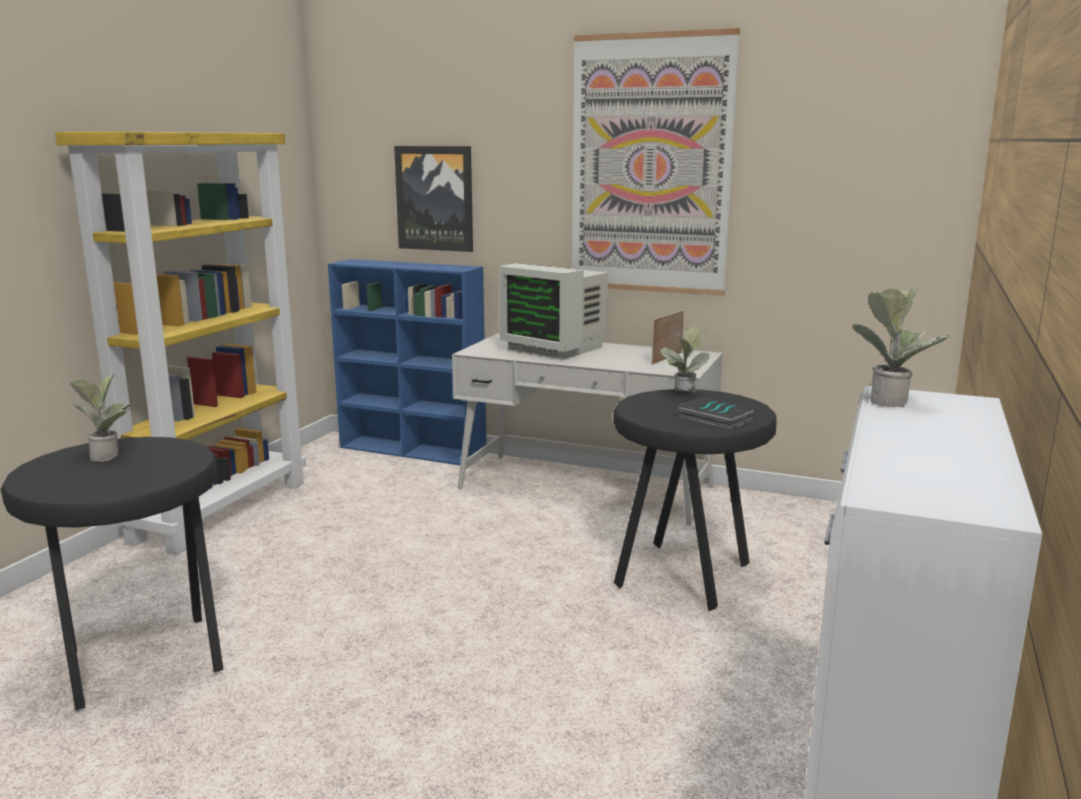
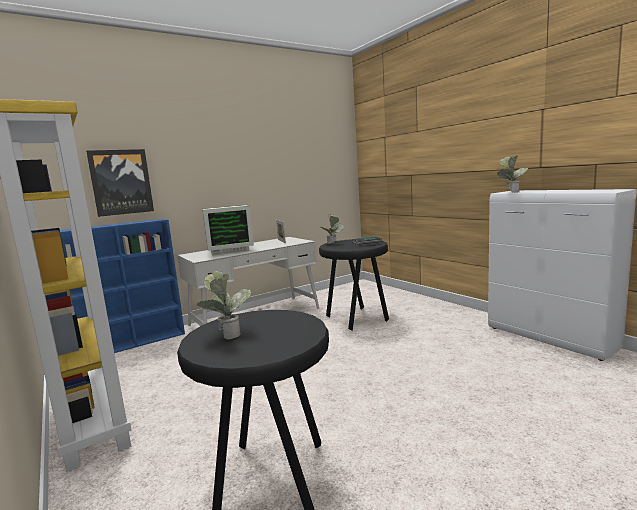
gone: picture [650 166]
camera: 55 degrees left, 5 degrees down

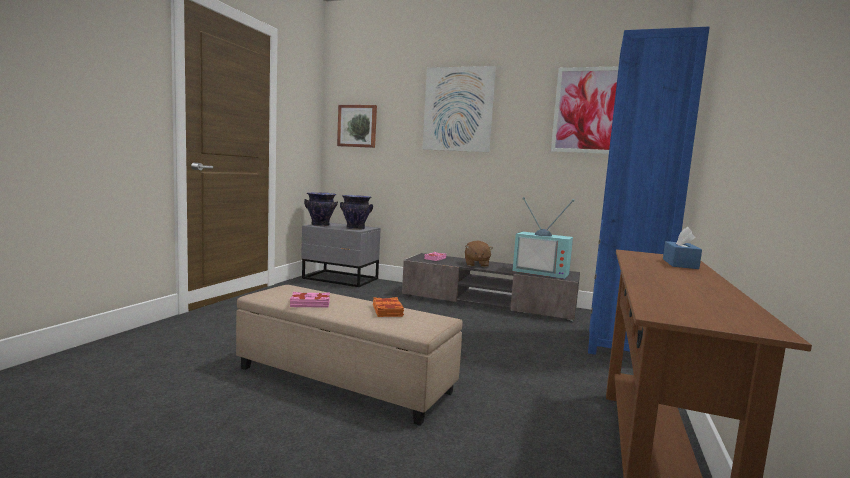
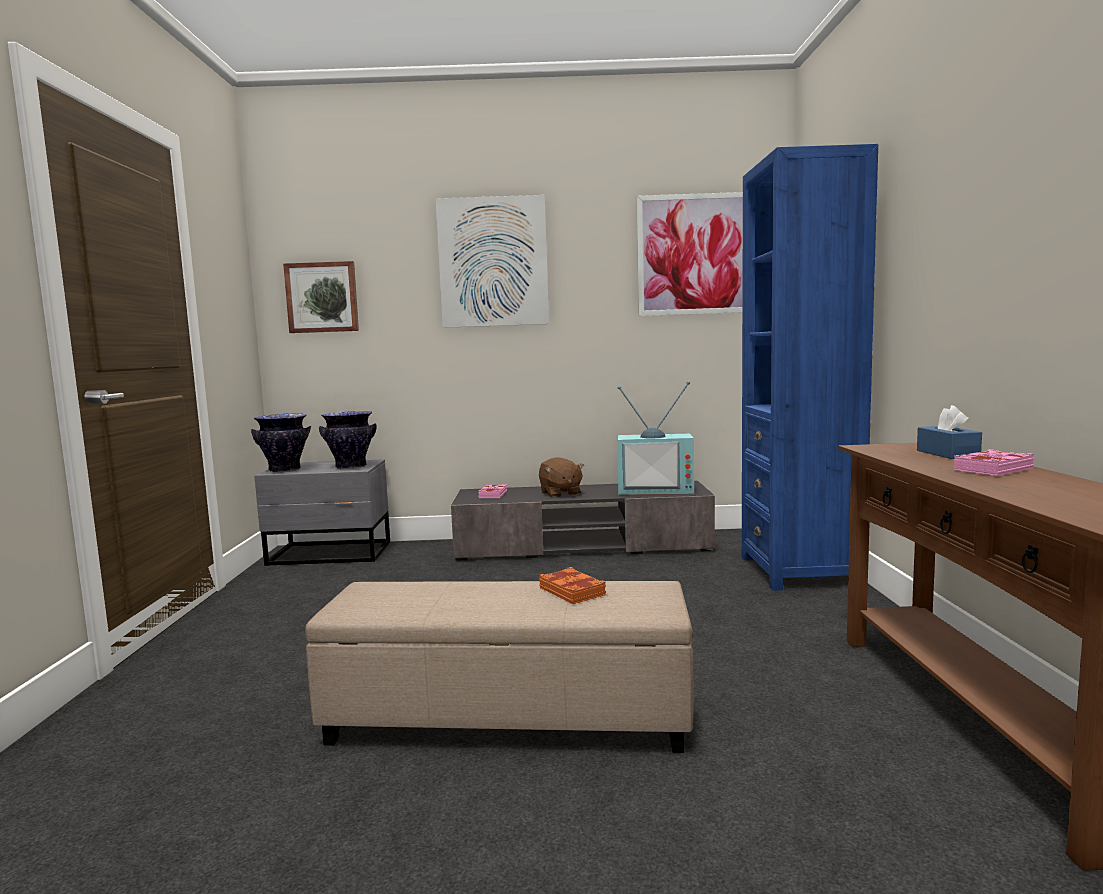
shifted: pink book [310 303] to [991 469]
camera: 20 degrees left, 0 degrees up

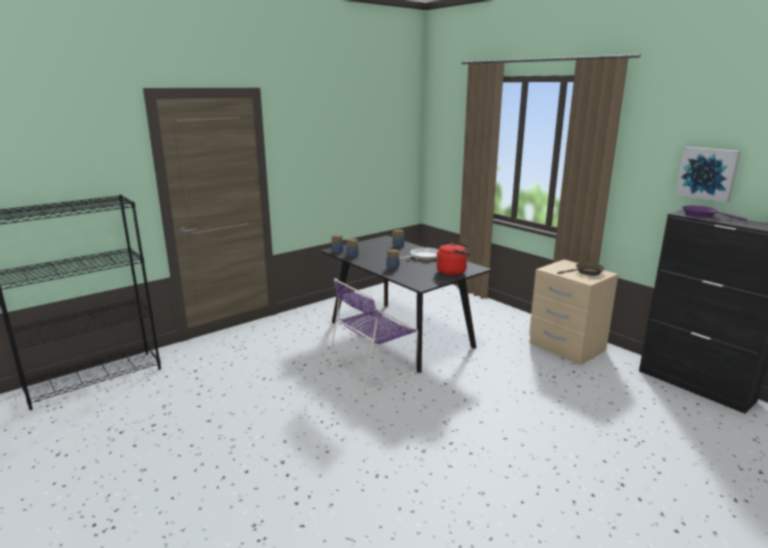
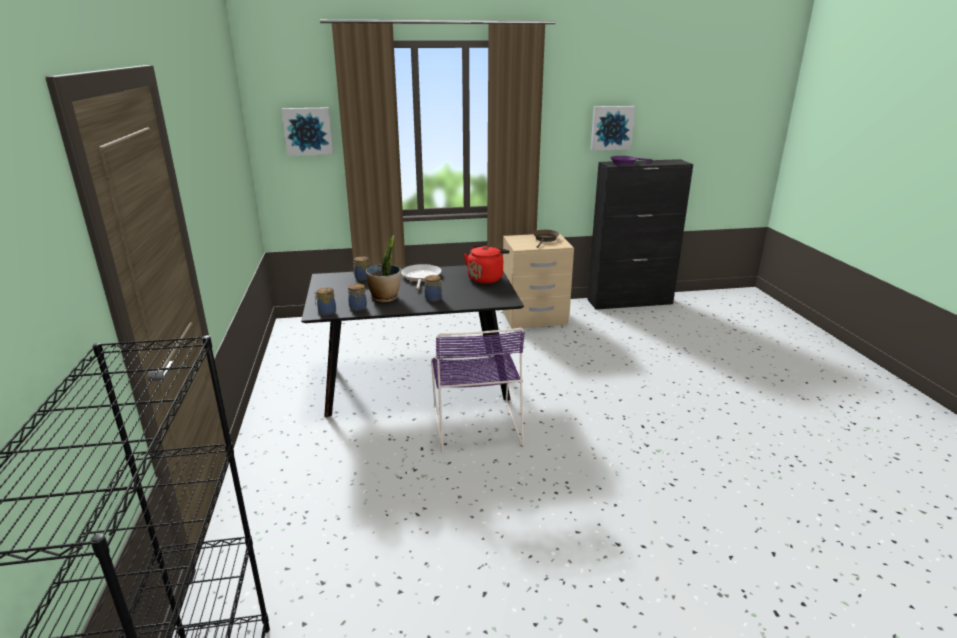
new: picture [308 131]; potted plant [385 298]
camera: 60 degrees left, 5 degrees up

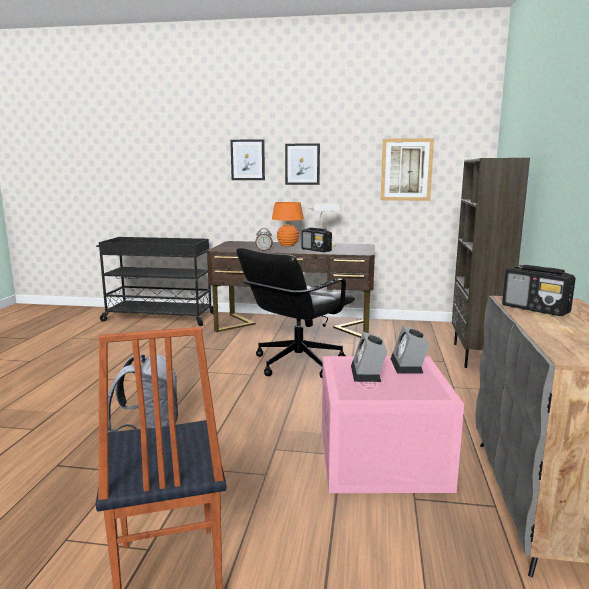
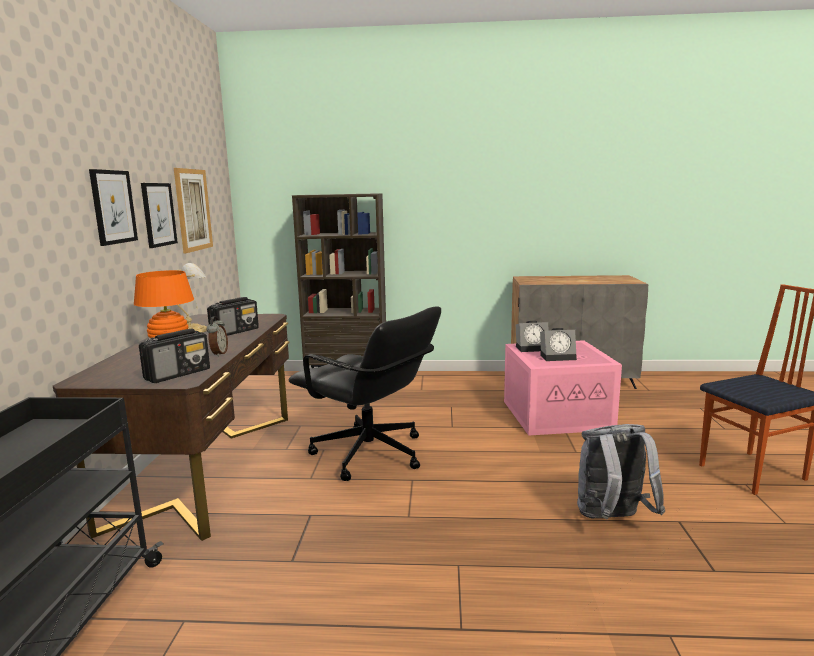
shifted: picture [248 160] to [158 214]; radio [536 309] to [178 374]
camera: 95 degrees left, 0 degrees up

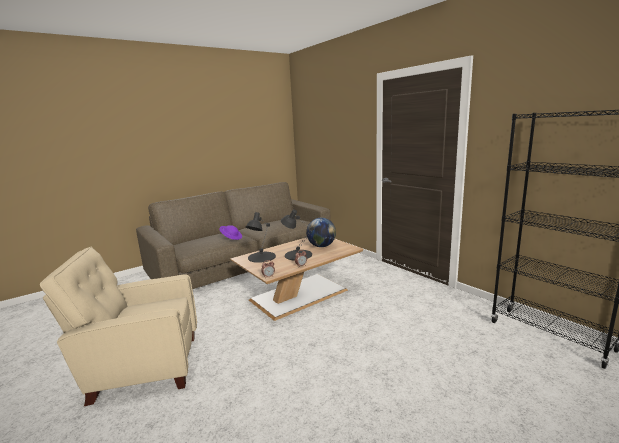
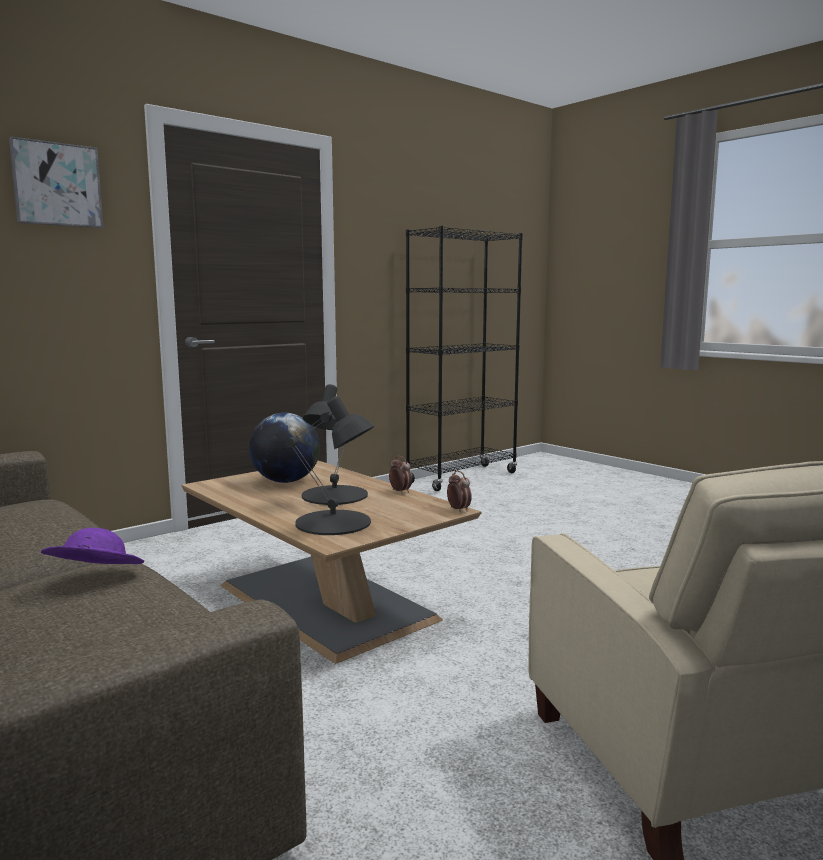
new: picture [56 185]
camera: 95 degrees left, 5 degrees down

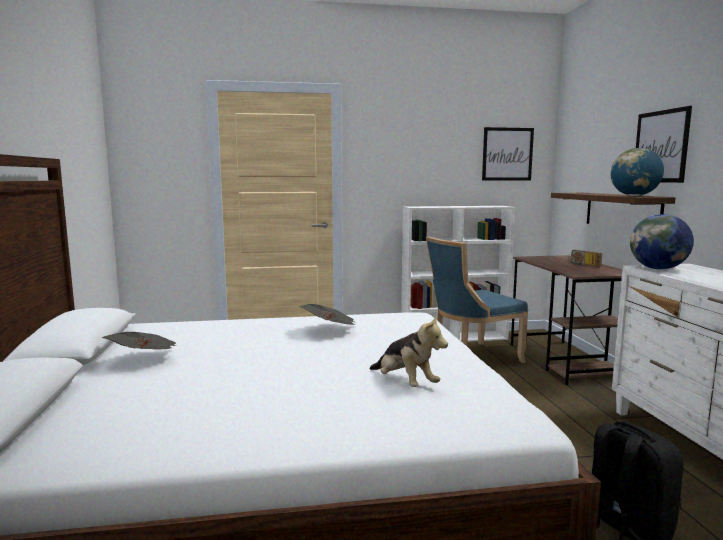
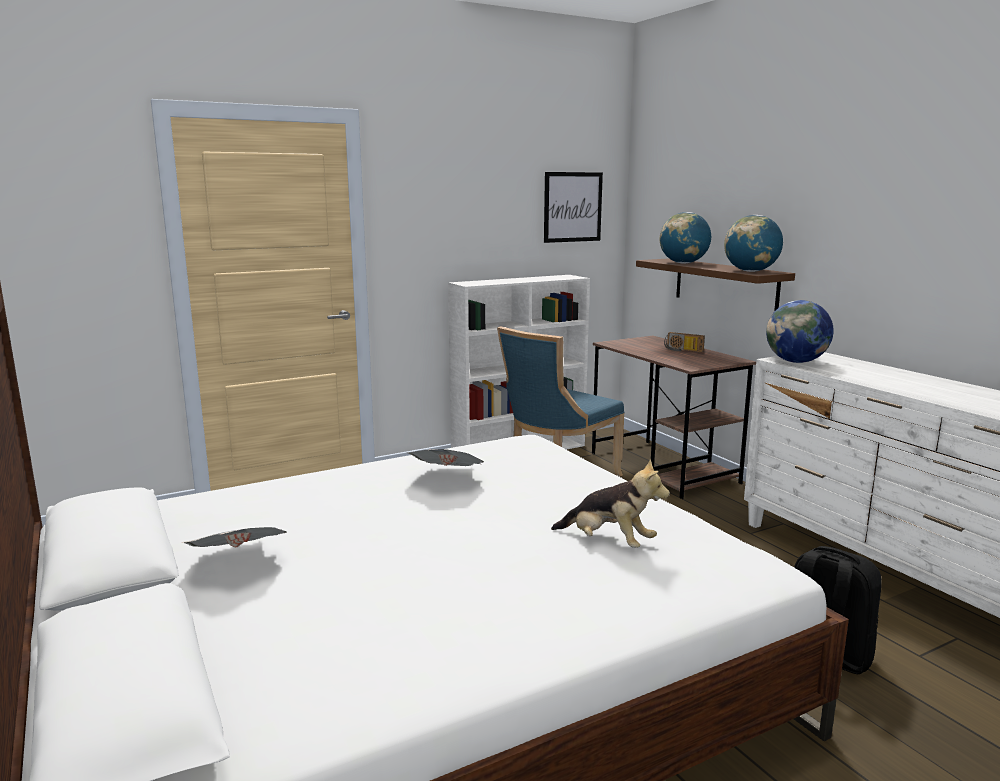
gone: picture [661 146]
new: globe [683 263]
camera: 20 degrees left, 5 degrees up

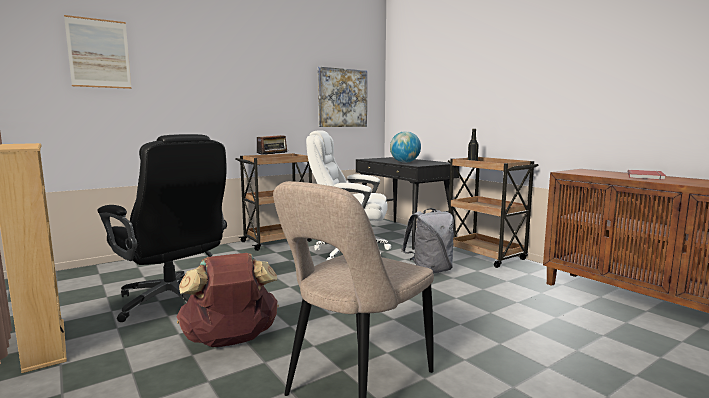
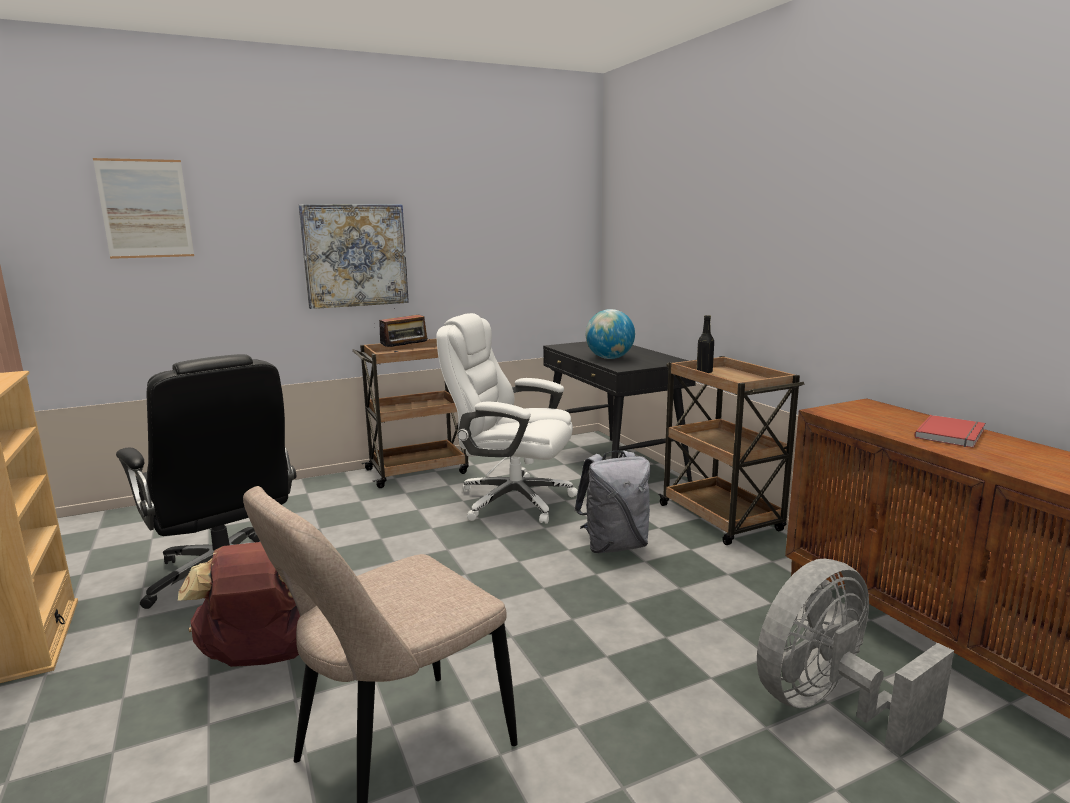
new: grey fan [829 706]
shifted: picture [342 98] to [355 255]
camera: 10 degrees right, 5 degrees up

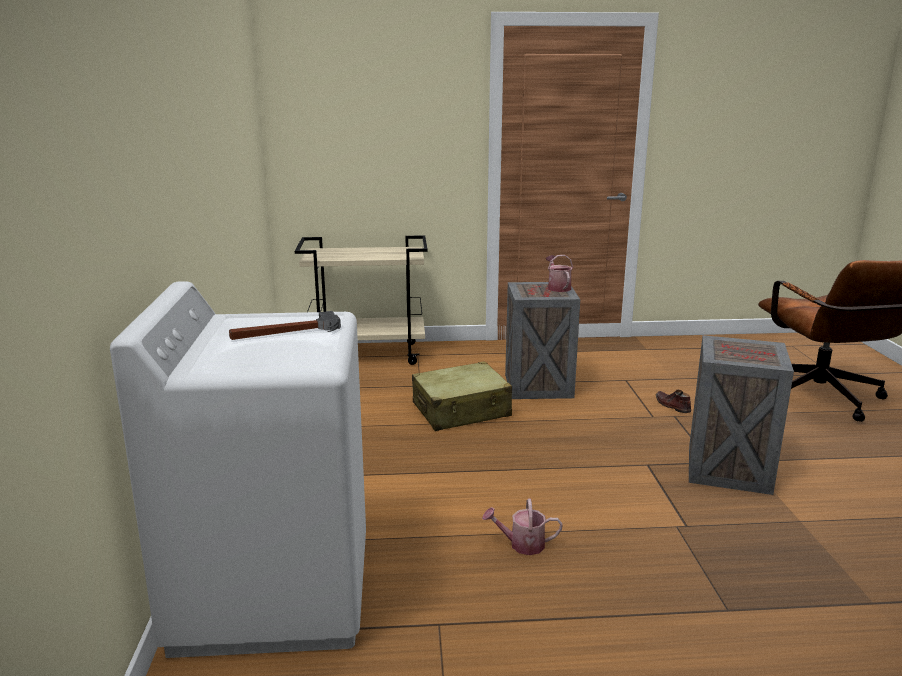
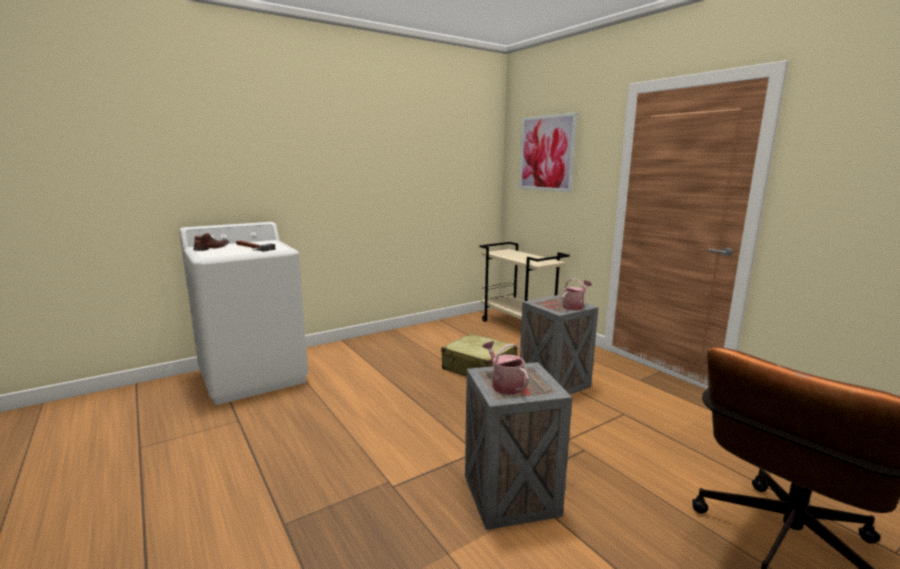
new: picture [546 153]
shifted: watering can [522 544] to [504 385]; brown shoe [672 406] to [211 248]
camera: 60 degrees right, 5 degrees down

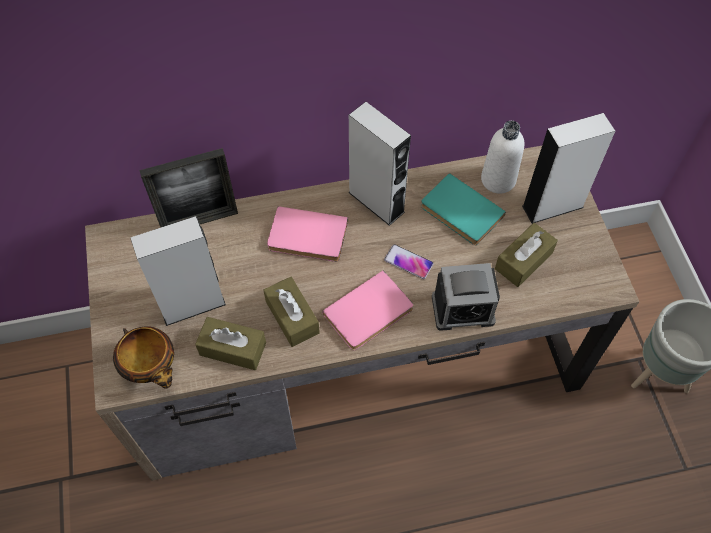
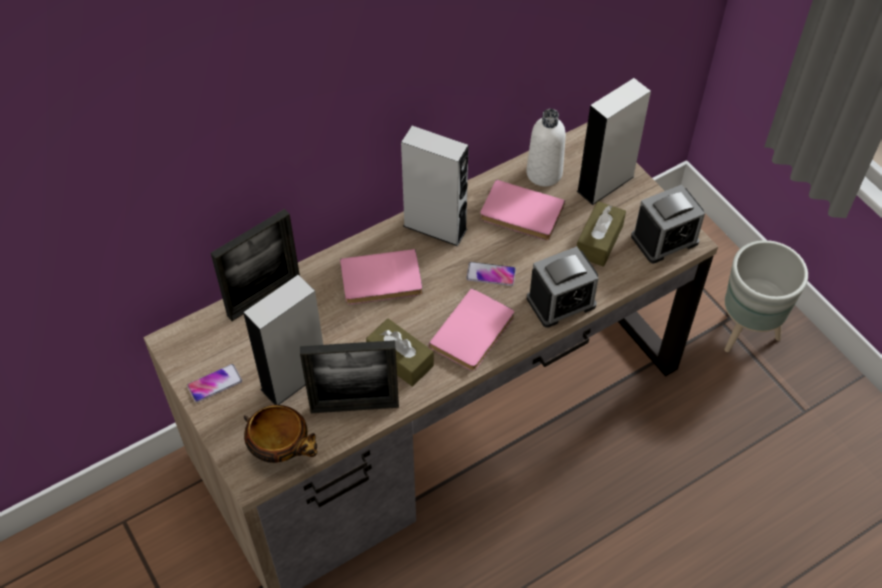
new: phone [214 383]; alarm clock [664 239]
swapped: brown tissue box [233 349] to picture frame [354 406]
repainted: turquoise book [460 213] to pink book [521 214]
camera: 20 degrees left, 5 degrees down

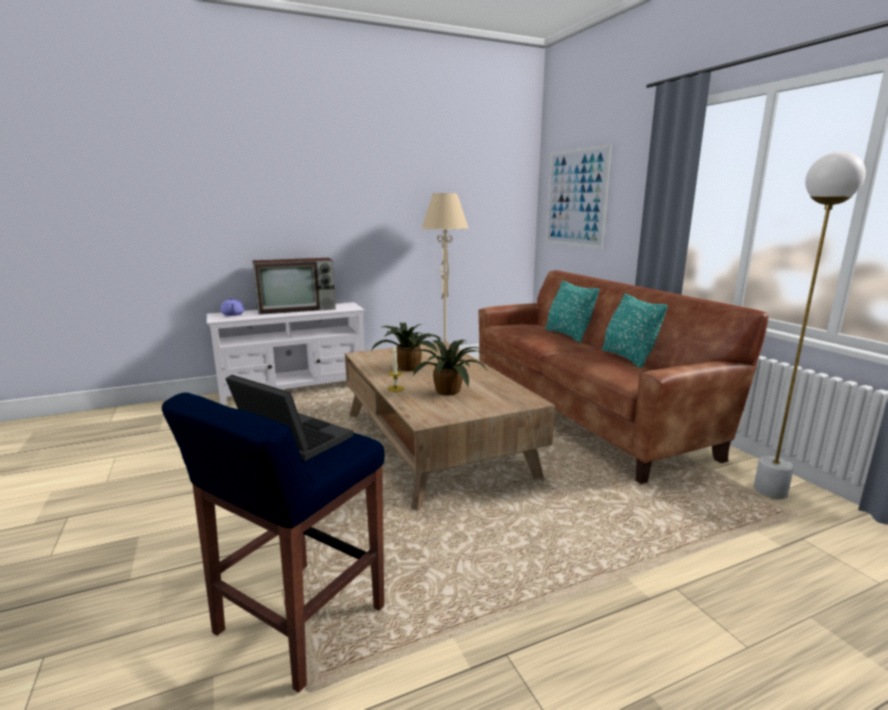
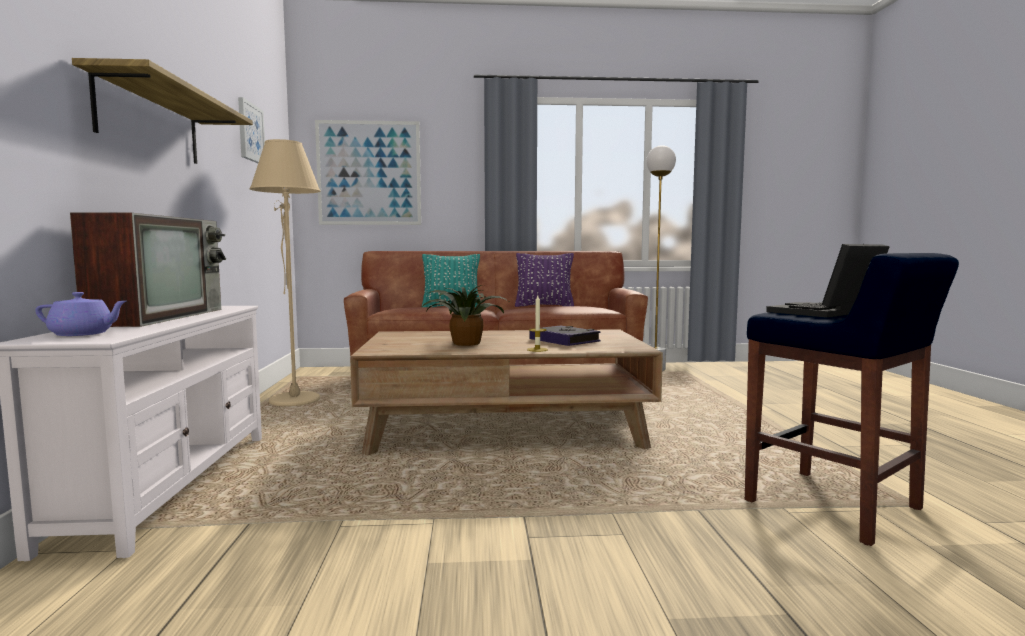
new: shelf [150 122]; picture [250 132]
swapped: potted plant [449 392] to book [564 340]
repainted: turquoise pillow [628 358] to purple pillow [544 306]
camera: 70 degrees left, 10 degrees down

